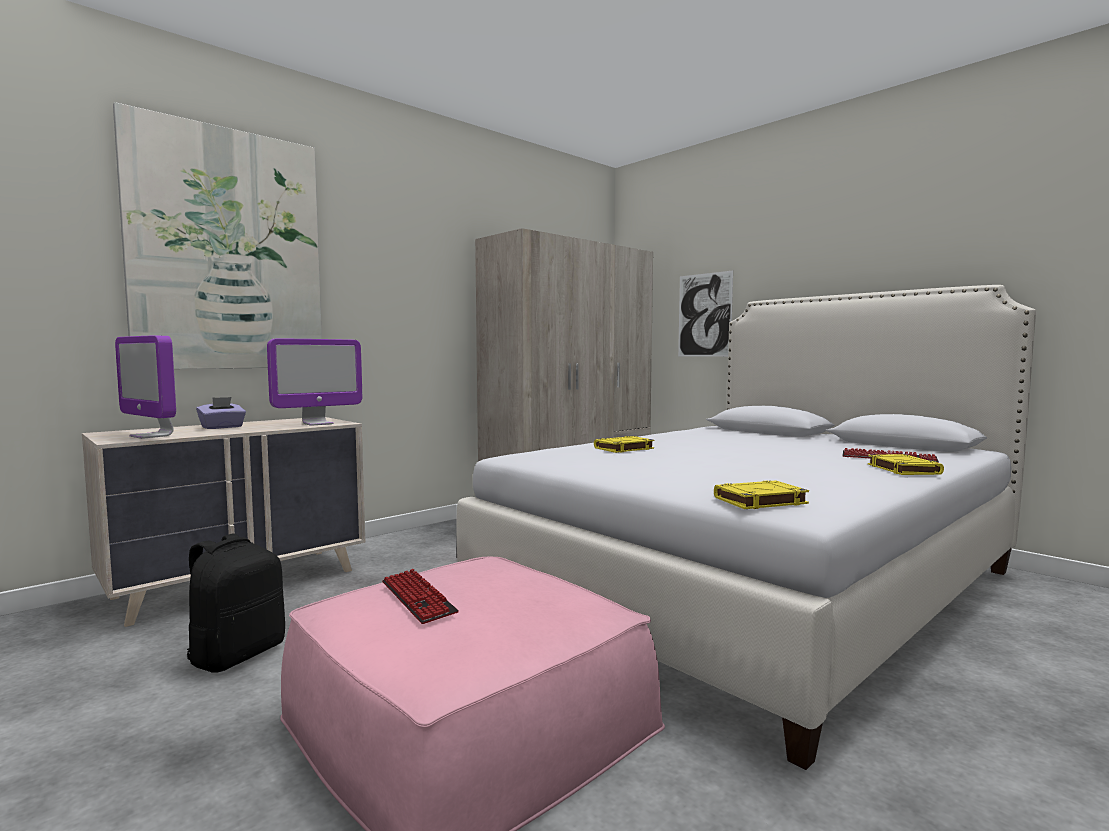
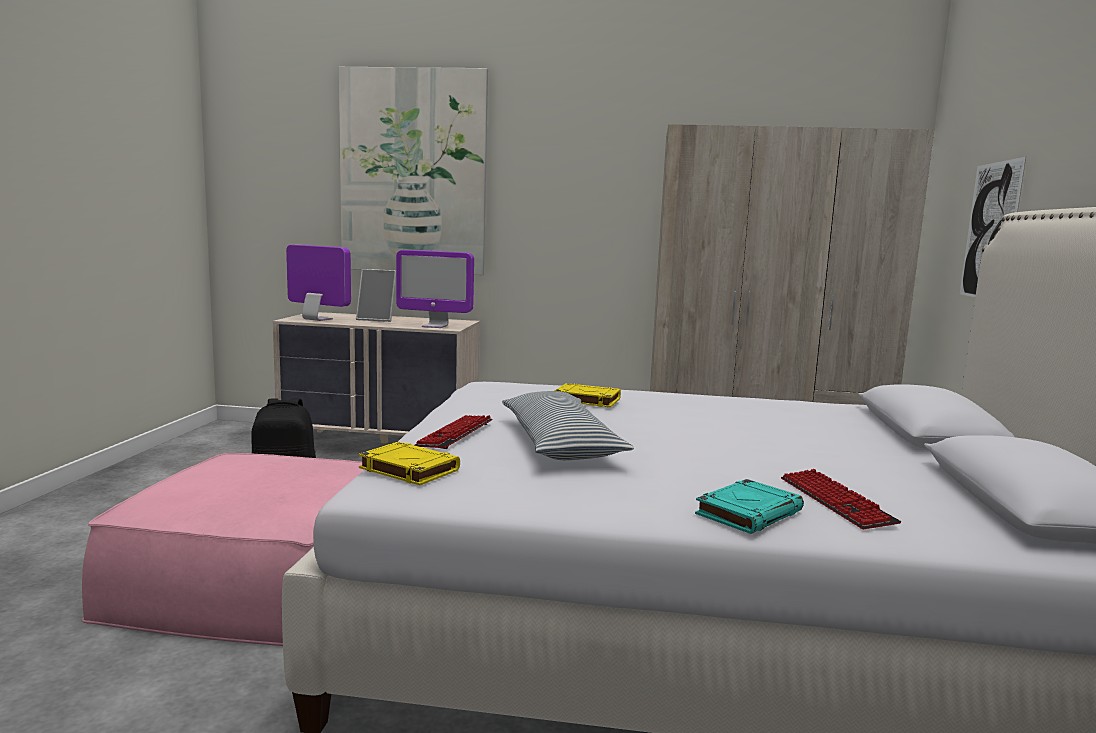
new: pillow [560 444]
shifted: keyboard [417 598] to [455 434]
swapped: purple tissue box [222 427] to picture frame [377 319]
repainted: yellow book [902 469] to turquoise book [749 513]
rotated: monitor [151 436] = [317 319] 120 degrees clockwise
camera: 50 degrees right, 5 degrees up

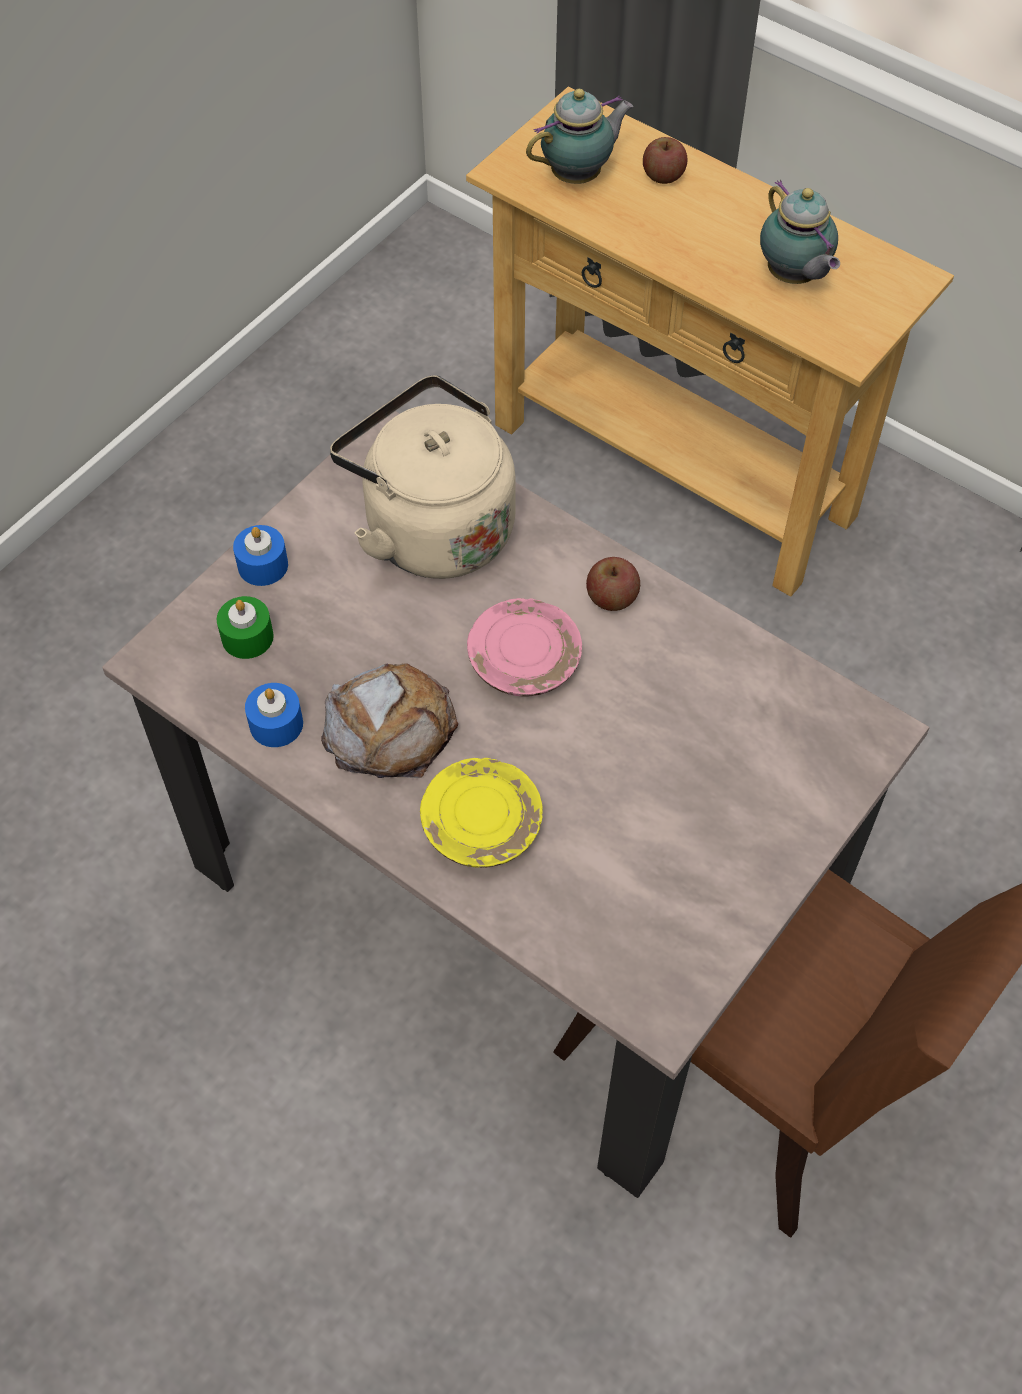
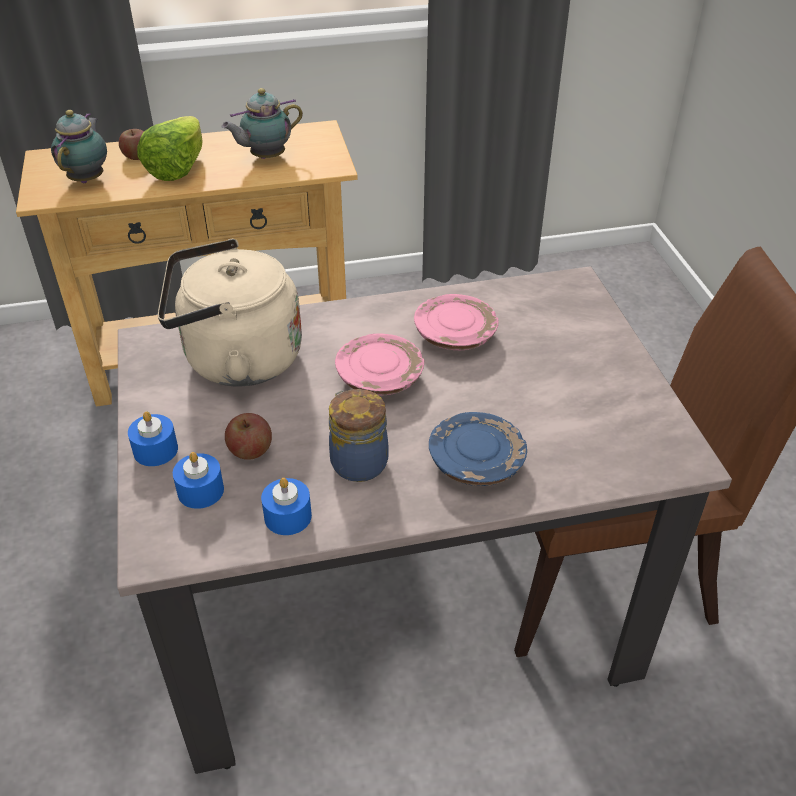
new: lettuce [178 168]; pink plate [455 334]
shifted: apple [612 597] to [250 450]
swapped: bread [390 727] to jar [357 461]
repainted: green candle [247 637] to blue candle [200 491]; yellow plate [482 824] to blue plate [476 461]
rotated: teapot [793 277] = [265 157] 135 degrees clockwise
camera: 50 degrees left, 15 degrees down

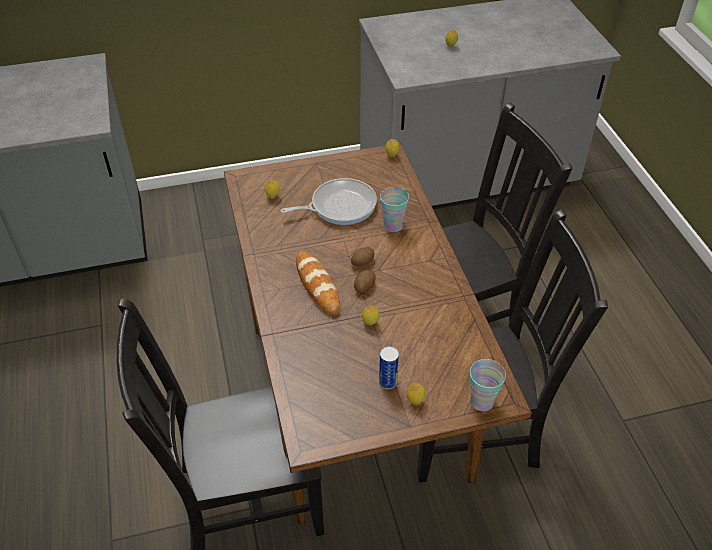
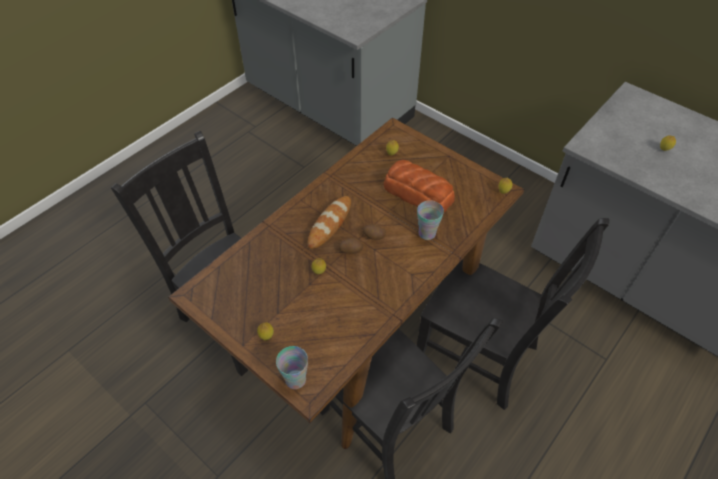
gone: can [387 382]
swapped: frying pan [339 206] to bread [417 193]
camera: 55 degrees right, 5 degrees up

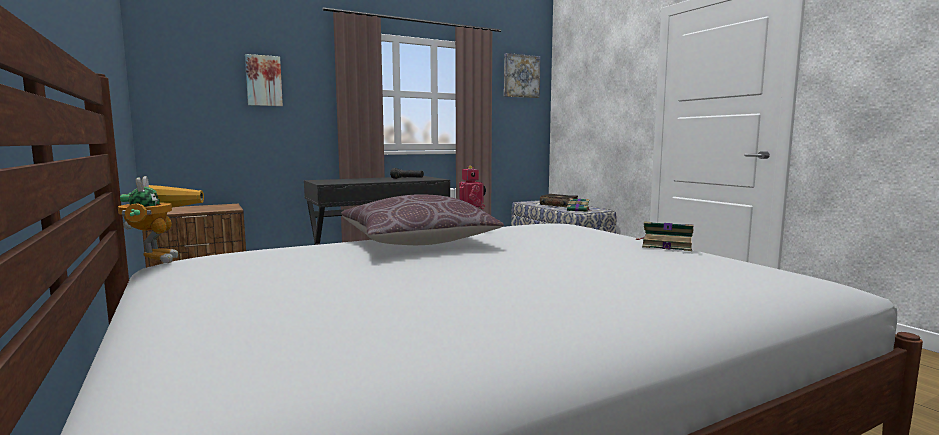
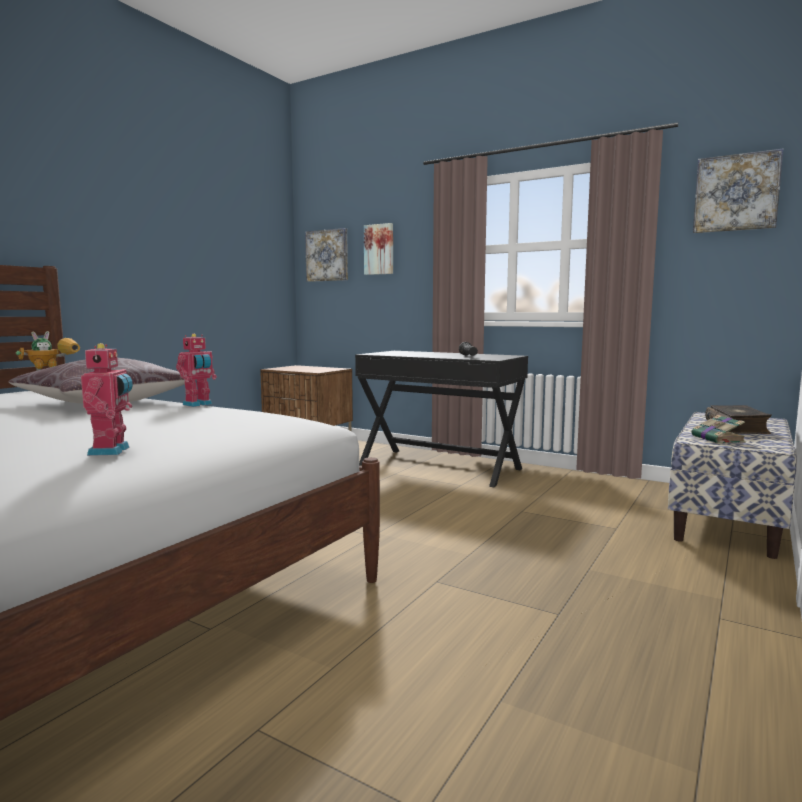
new: picture [327 255]
swapped: book [665 245] to toy robot [112 451]
camera: 60 degrees right, 0 degrees up

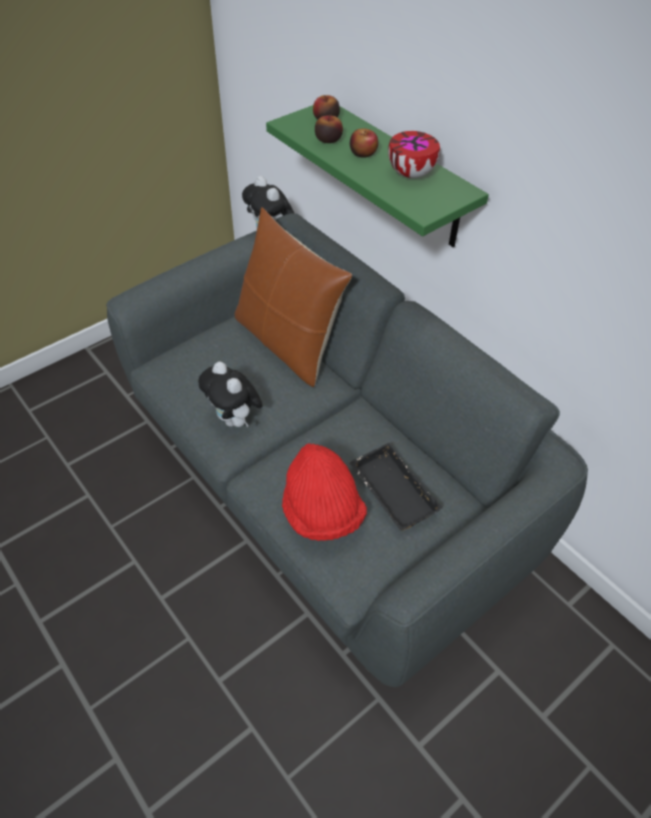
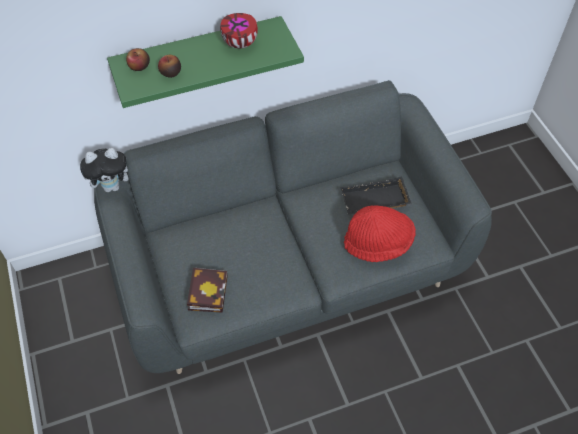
gone: plush toy [235 420]; brown pillow [288 343]; apple [363 153]
new: book [207 291]
camera: 70 degrees left, 5 degrees up

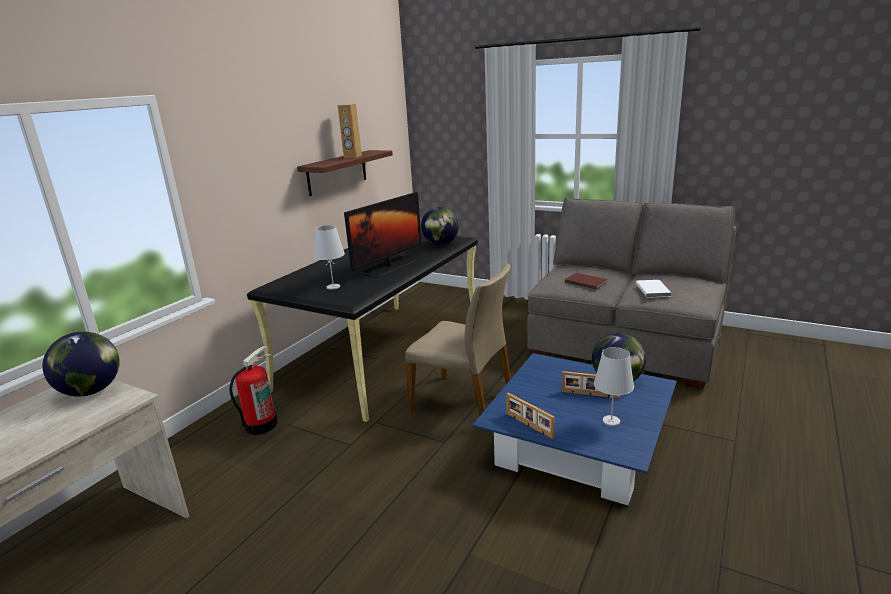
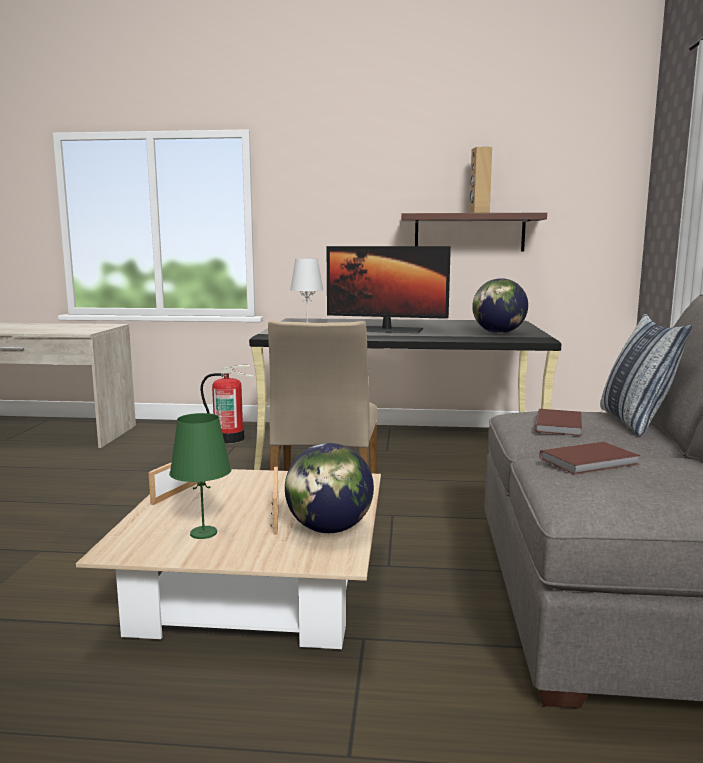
gone: globe [91 391]
new: pillow [635 422]
repainted: blue coffee table [578 446] to beige coffee table [257 588]; white table lamp [611 421] to green table lamp [203 533]; white book [653 290] to brown book [591 462]
camera: 65 degrees right, 10 degrees down

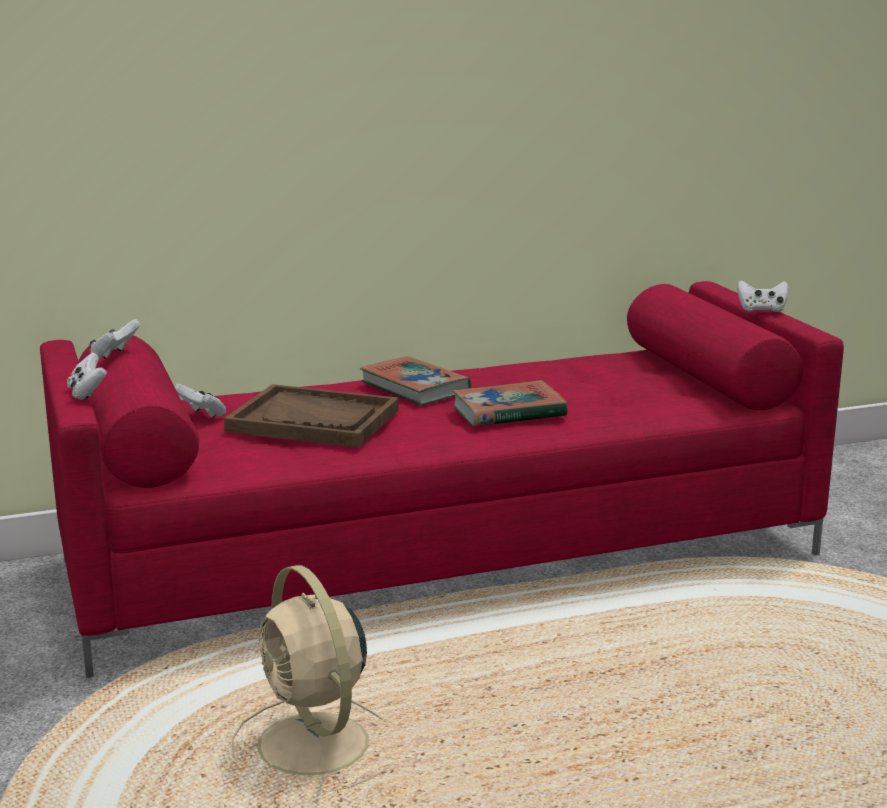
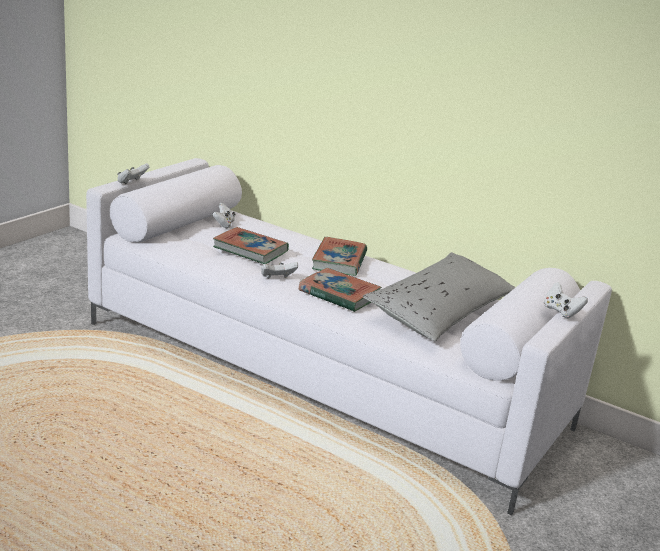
gone: beige fan [315 747]
new: grey pillow [440 311]
shifted: white game controller [114 355] to [277 278]
swapped: brown tray [314 421] to book [250 250]
repainted: red sofa [445 556] to white sofa [322 373]
camera: 50 degrees right, 5 degrees up

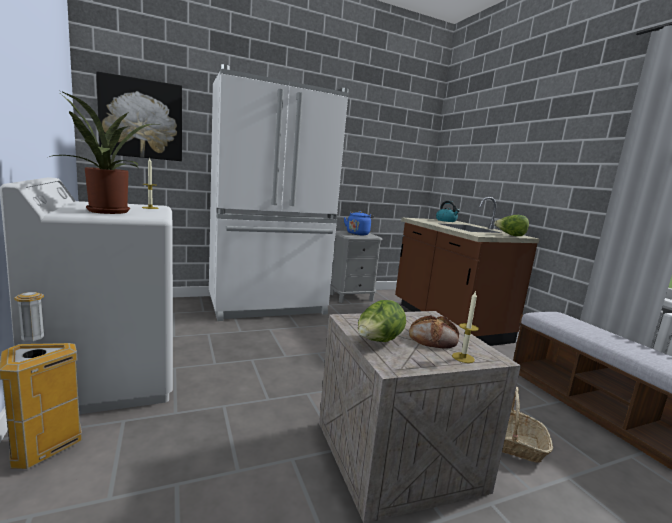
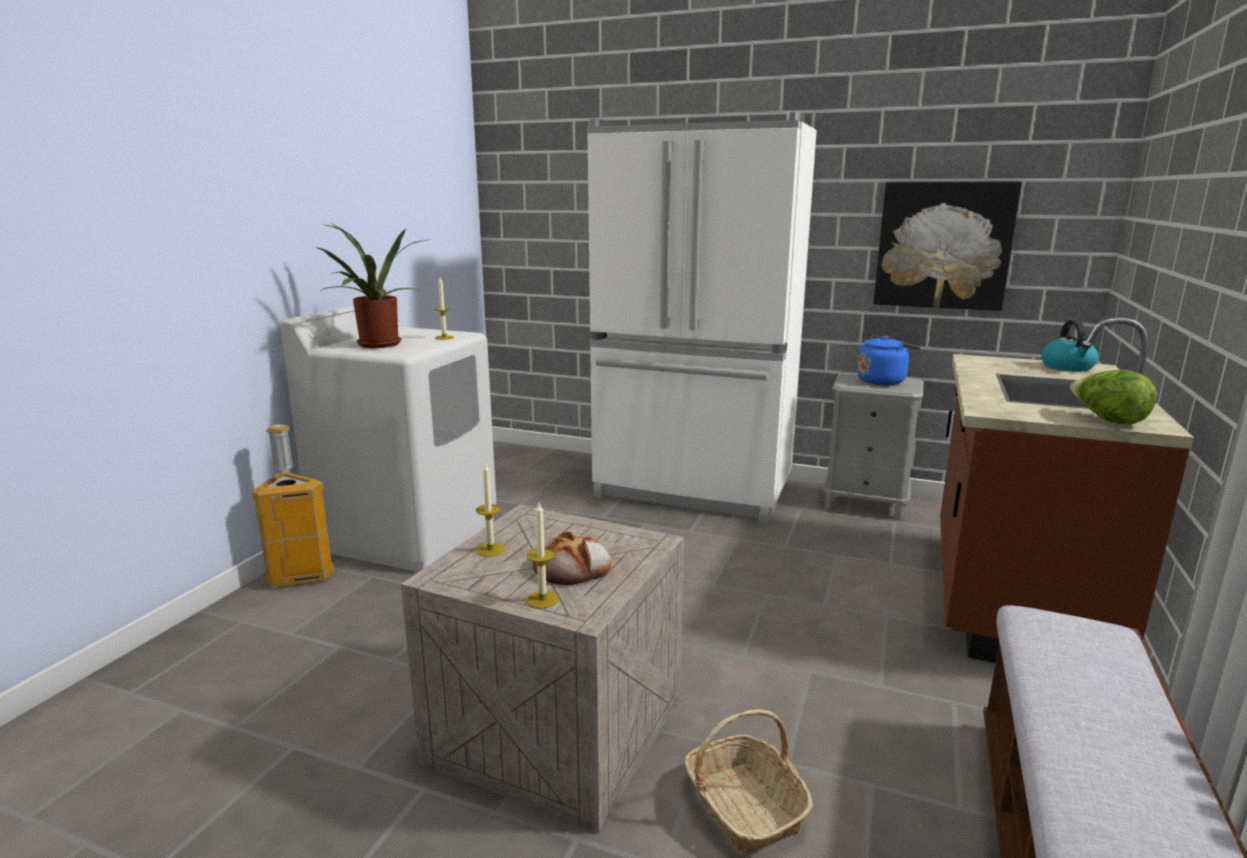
shifted: picture [141 119] to [943 245]
swapped: lettuce [378 342] to candle [490 550]
camera: 45 degrees right, 5 degrees up

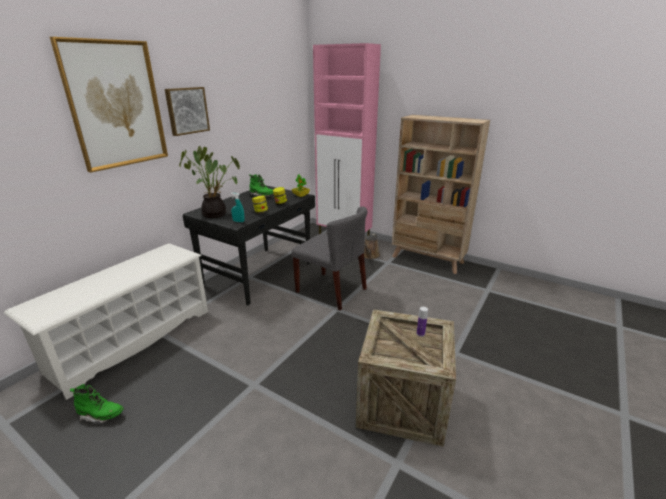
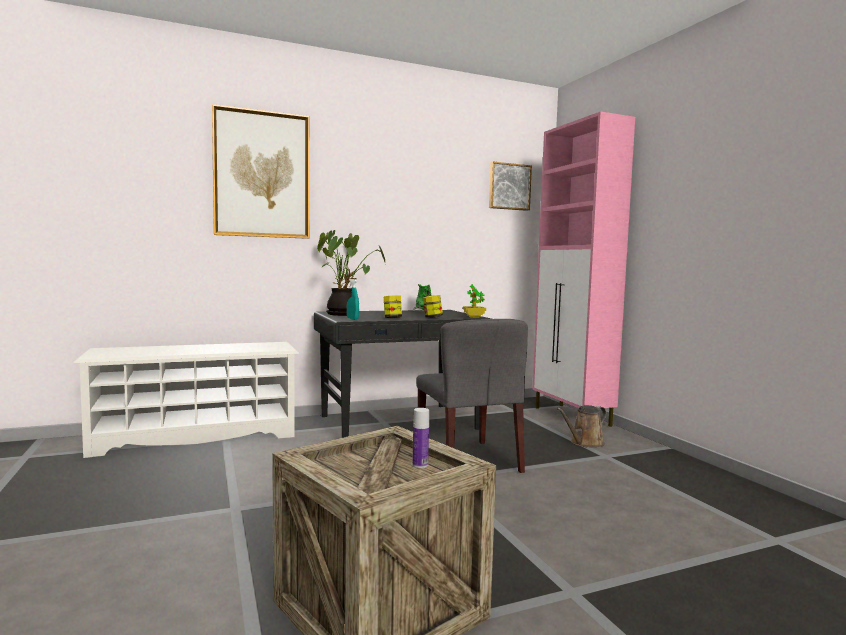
gone: green boot [101 415]; beige bookcase [427 260]
shifted: picture [187 110] to [509 186]
camera: 35 degrees right, 20 degrees down

